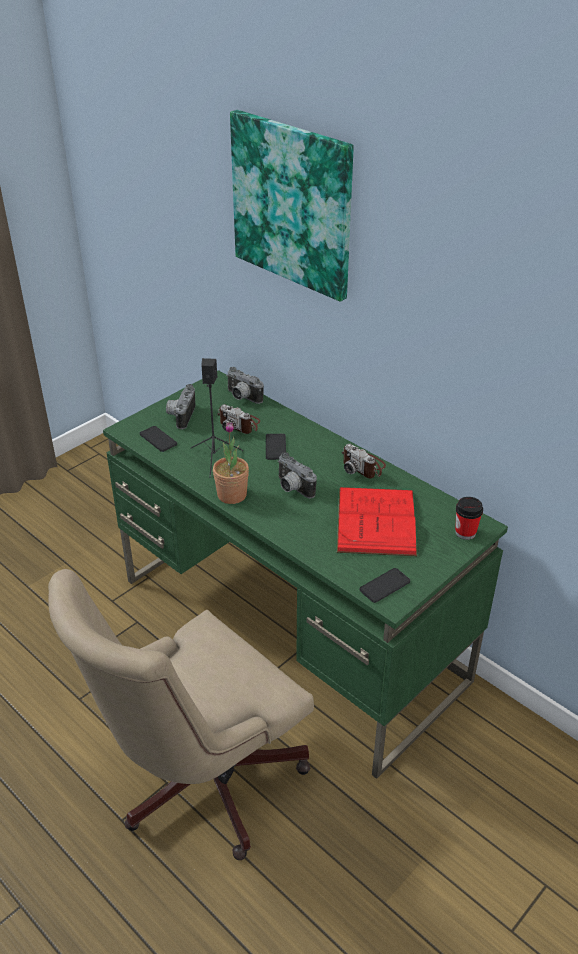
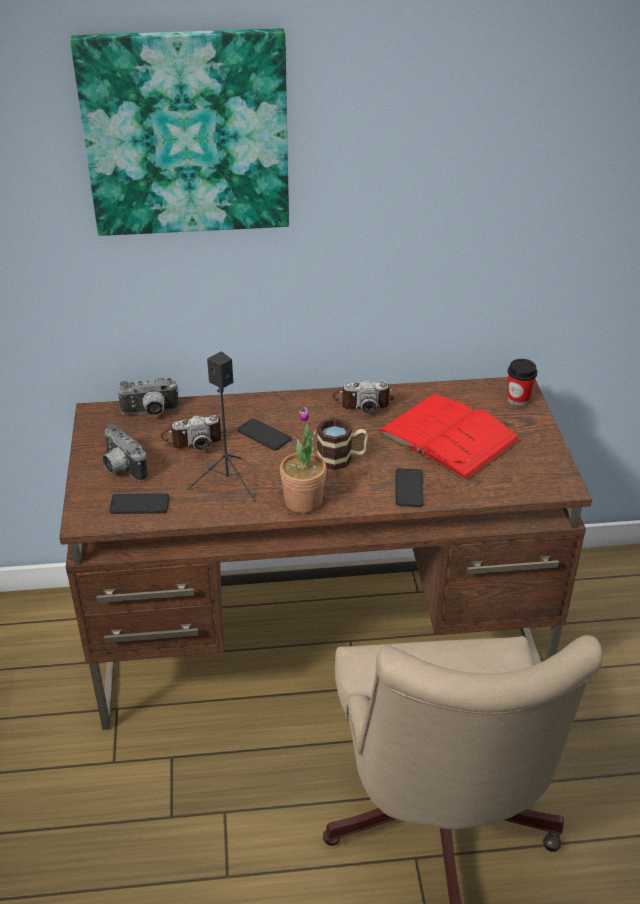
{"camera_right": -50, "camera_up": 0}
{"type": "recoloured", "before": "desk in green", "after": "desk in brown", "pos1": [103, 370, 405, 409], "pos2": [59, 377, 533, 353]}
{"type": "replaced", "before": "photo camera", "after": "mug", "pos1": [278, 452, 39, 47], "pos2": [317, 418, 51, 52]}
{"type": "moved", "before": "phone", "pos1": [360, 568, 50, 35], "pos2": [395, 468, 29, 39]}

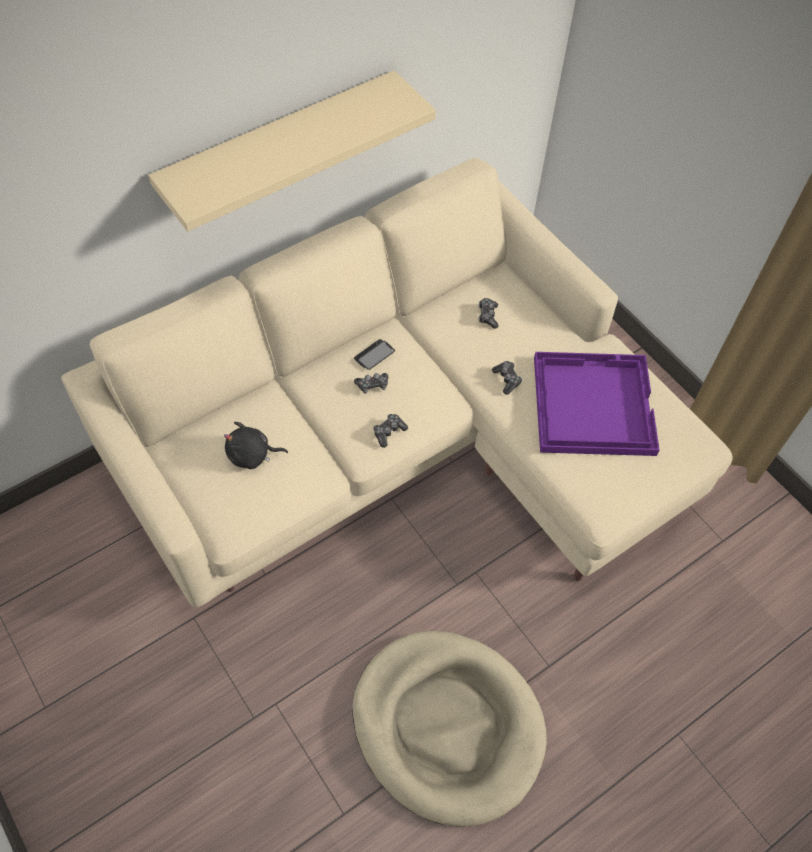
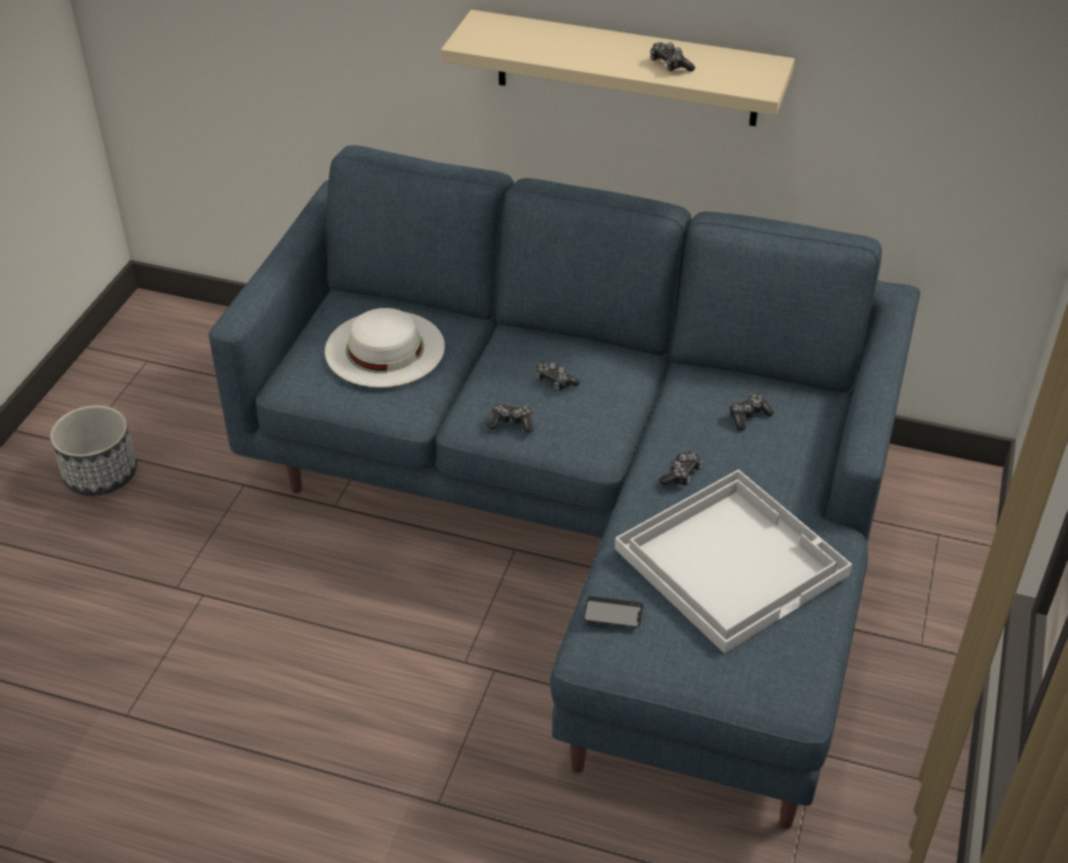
{"camera_right": 55, "camera_up": -15}
{"type": "added", "after": "planter", "pos2": [50, 405, 87, 91]}
{"type": "recoloured", "before": "sofa in beige", "after": "sofa in blue", "pos1": [61, 158, 672, 449], "pos2": [208, 145, 712, 684]}
{"type": "replaced", "before": "plush toy in black", "after": "hat in white", "pos1": [224, 422, 64, 47], "pos2": [325, 308, 120, 80]}
{"type": "moved", "before": "phone", "pos1": [354, 339, 41, 31], "pos2": [583, 596, 60, 32]}
{"type": "recoloured", "before": "tray in purple", "after": "tray in white", "pos1": [534, 352, 125, 104], "pos2": [615, 469, 237, 185]}
{"type": "added", "after": "game controller", "pos2": [650, 43, 45, 29]}
{"type": "removed", "before": "dog bed in beige", "pos1": [353, 631, 194, 196]}

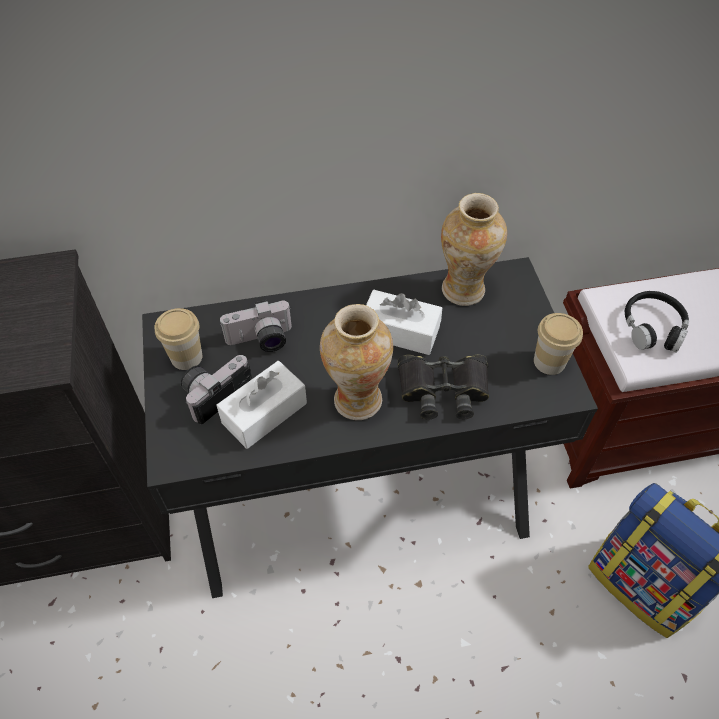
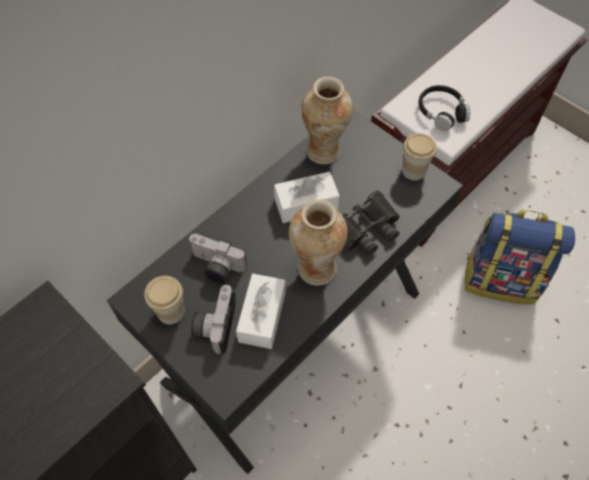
{"camera_right": -35, "camera_up": 5}
{"type": "turned", "before": "photo camera", "pos1": [220, 300, 72, 52], "pos2": [188, 234, 59, 49], "turn": 75}

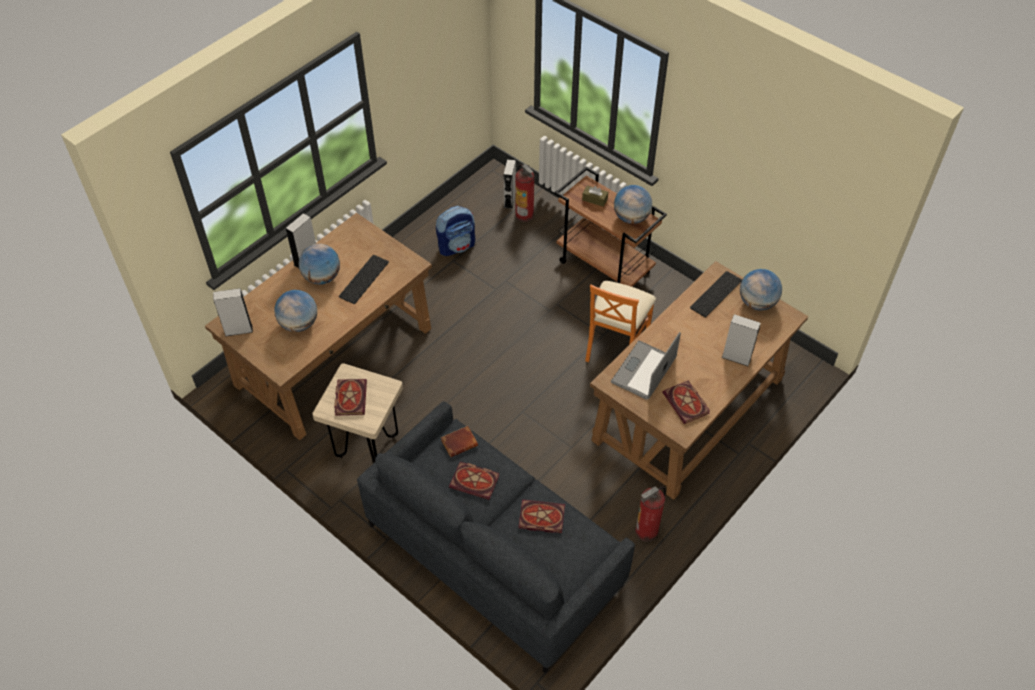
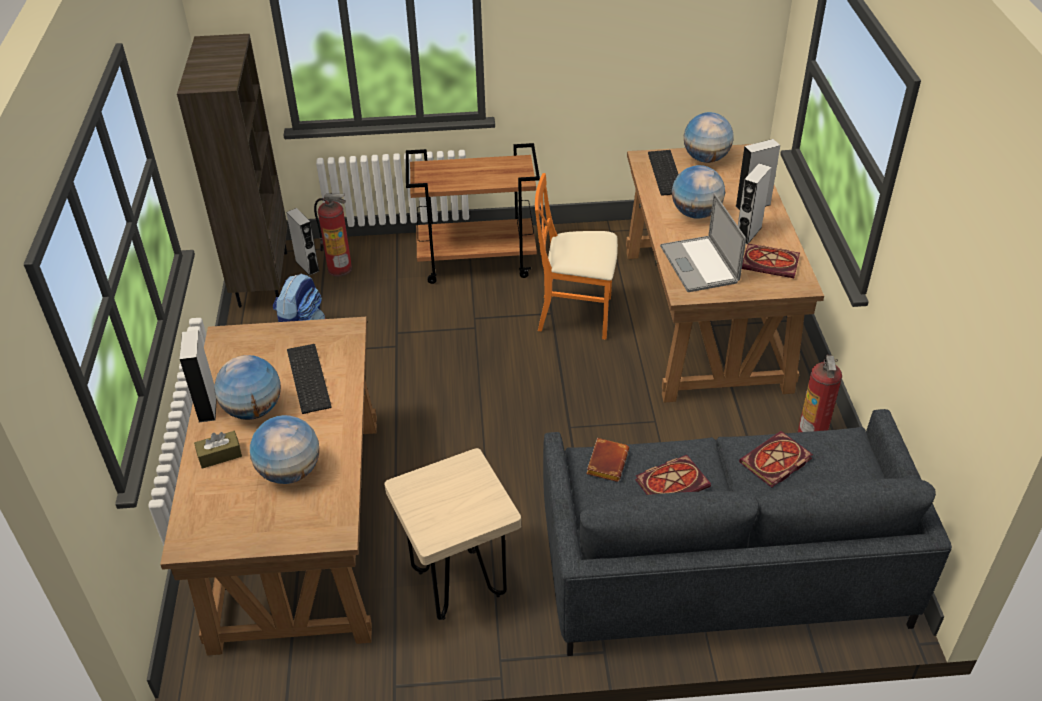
{"camera_right": -45, "camera_up": -10}
{"type": "added", "after": "bookcase in brown", "pos2": [177, 34, 111, 274]}
{"type": "moved", "before": "tissue box in brown", "pos1": [582, 186, 26, 21], "pos2": [194, 431, 48, 38]}
{"type": "turned", "before": "chair in orange", "pos1": [585, 281, 71, 81], "pos2": [535, 173, 83, 166], "turn": 120}
{"type": "moved", "before": "globe", "pos1": [614, 185, 38, 39], "pos2": [672, 165, 53, 54]}
{"type": "moved", "before": "speaker in grey", "pos1": [213, 288, 40, 49], "pos2": [738, 163, 33, 82]}
{"type": "removed", "before": "book", "pos1": [334, 379, 33, 37]}

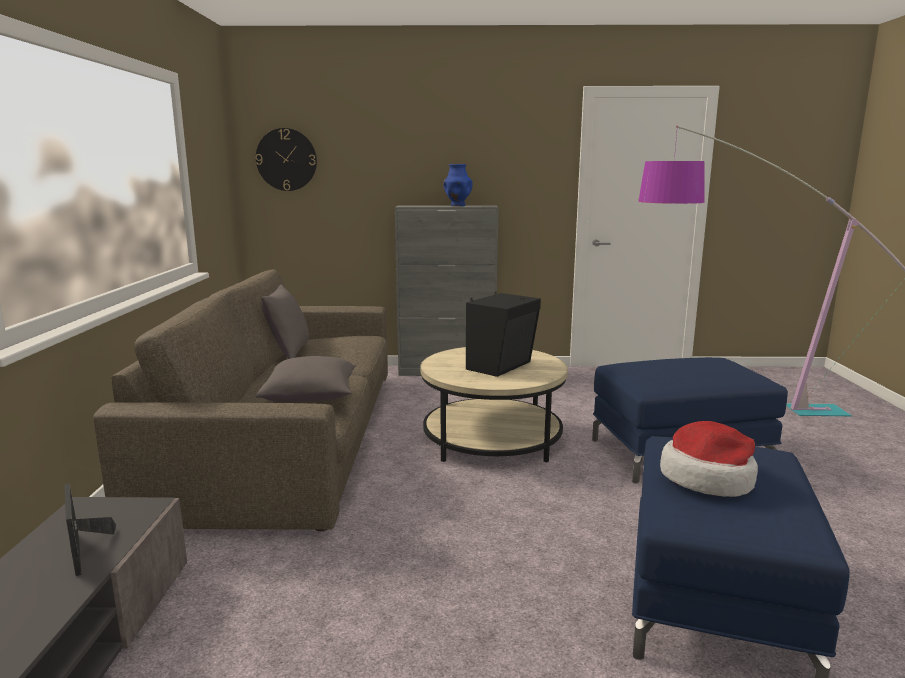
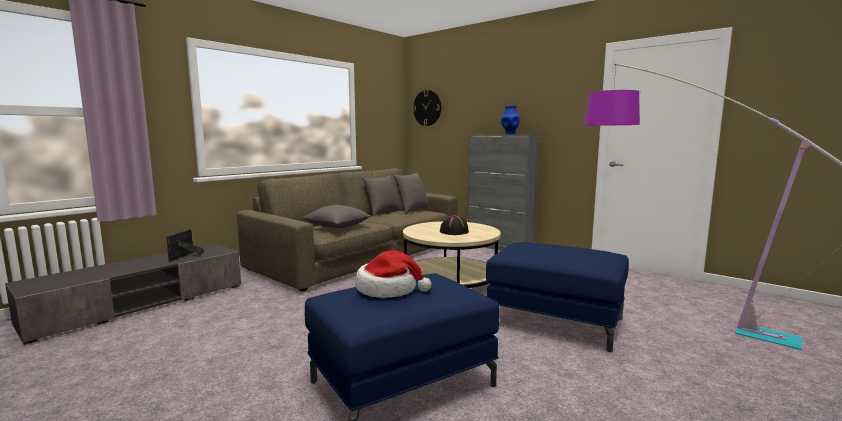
{"camera_right": 40, "camera_up": -5}
{"type": "added", "after": "pillow in grey", "pos2": [393, 172, 35, 42]}
{"type": "replaced", "before": "speaker in black", "after": "hat in black", "pos1": [466, 291, 75, 86], "pos2": [440, 215, 29, 20]}

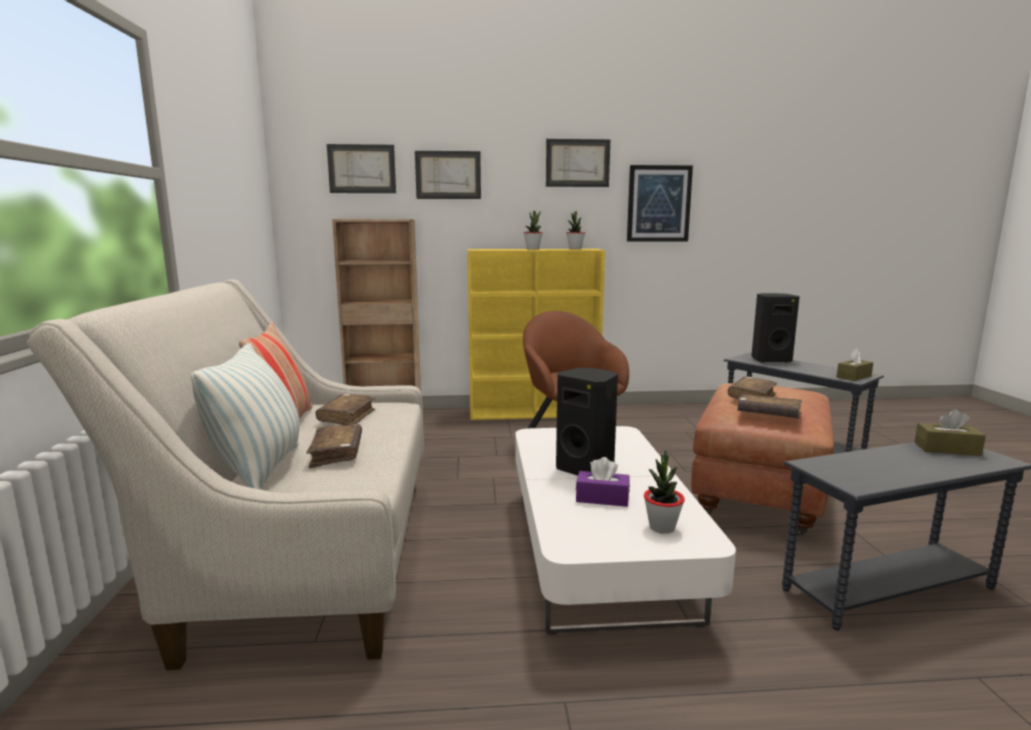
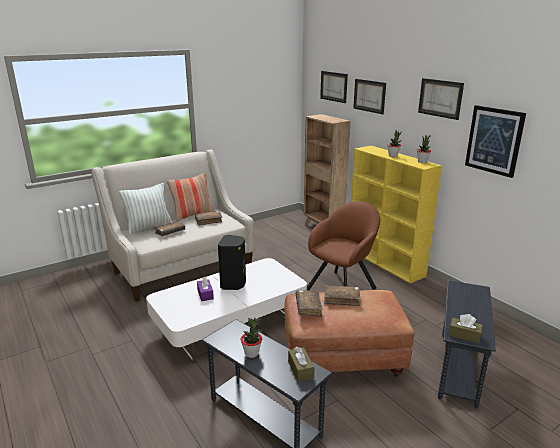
{"camera_right": 60, "camera_up": 10}
{"type": "moved", "before": "potted plant", "pos1": [644, 450, 41, 84], "pos2": [241, 317, 21, 41]}
{"type": "removed", "before": "speaker in black", "pos1": [751, 293, 49, 70]}

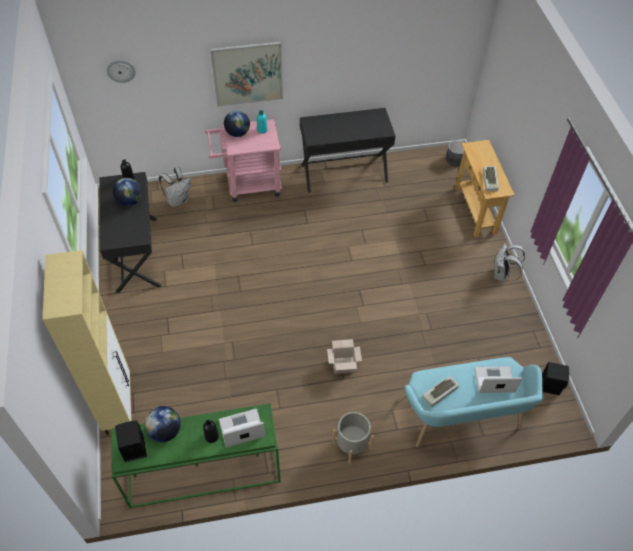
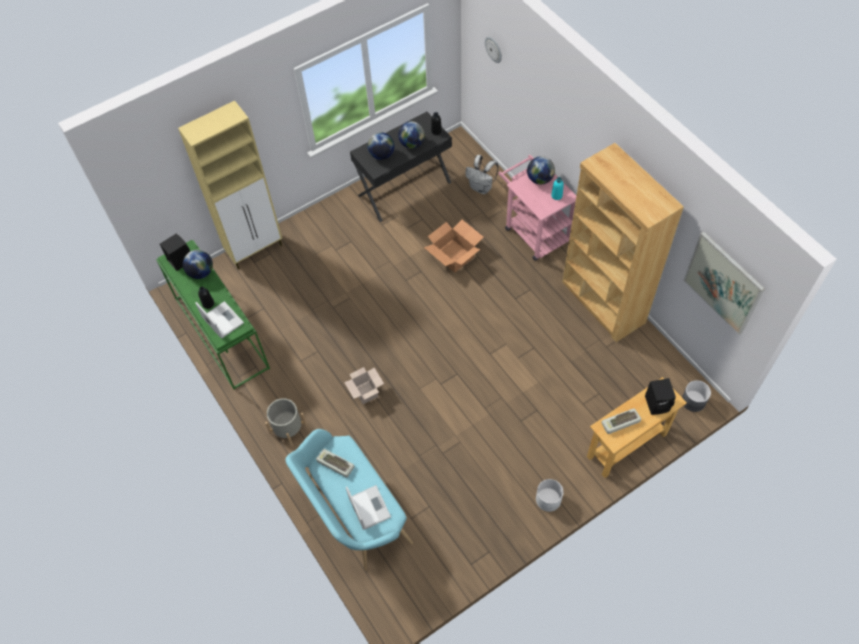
{"camera_right": 70, "camera_up": 5}
{"type": "added", "after": "globe", "pos2": [367, 132, 27, 28]}
{"type": "added", "after": "cardboard box", "pos2": [424, 220, 60, 53]}
{"type": "replaced", "before": "backpack in white", "after": "planter in white", "pos1": [494, 243, 31, 39], "pos2": [536, 479, 27, 33]}
{"type": "replaced", "before": "desk in black", "after": "bookcase in brown", "pos1": [300, 108, 96, 84], "pos2": [562, 143, 122, 199]}
{"type": "moved", "before": "speaker in black", "pos1": [542, 362, 27, 34], "pos2": [645, 378, 31, 37]}
{"type": "moved", "before": "picture", "pos1": [210, 41, 73, 66], "pos2": [684, 232, 81, 103]}

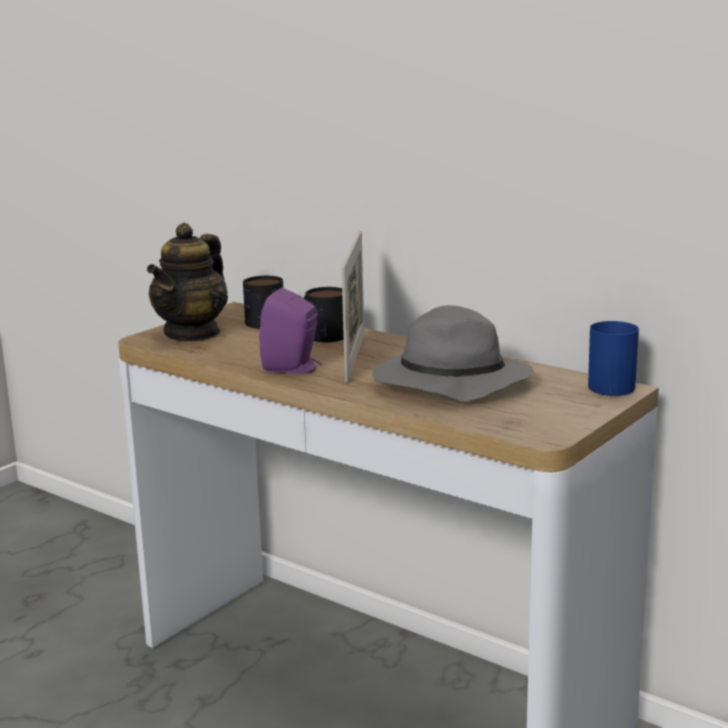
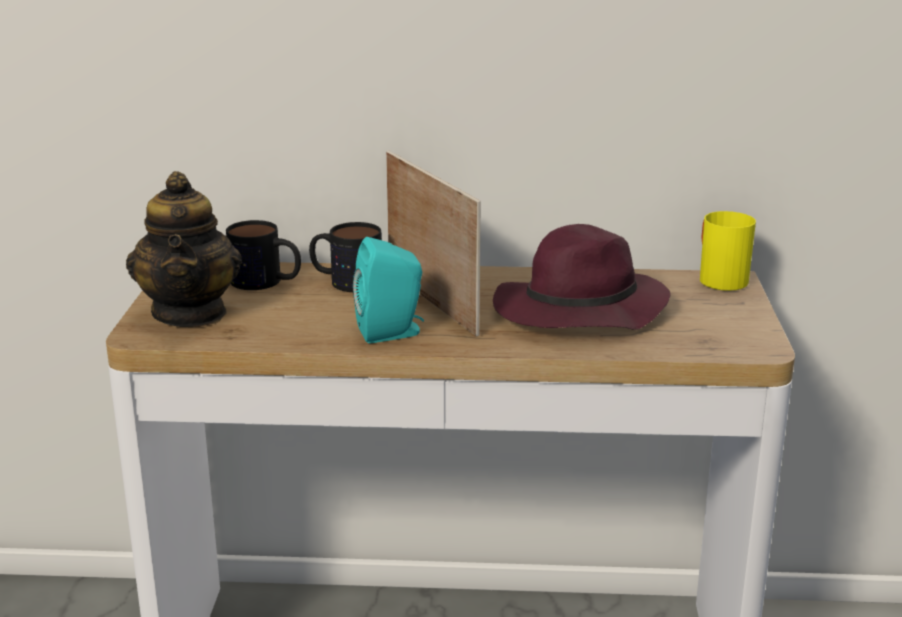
{"camera_right": -35, "camera_up": 5}
{"type": "recoloured", "before": "speaker in purple", "after": "speaker in turquoise", "pos1": [259, 288, 63, 86], "pos2": [353, 237, 71, 106]}
{"type": "recoloured", "before": "hat in grey", "after": "hat in purple", "pos1": [372, 305, 161, 96], "pos2": [493, 224, 178, 106]}
{"type": "recoloured", "before": "mug in blue", "after": "mug in yellow", "pos1": [588, 321, 51, 75], "pos2": [700, 211, 56, 80]}

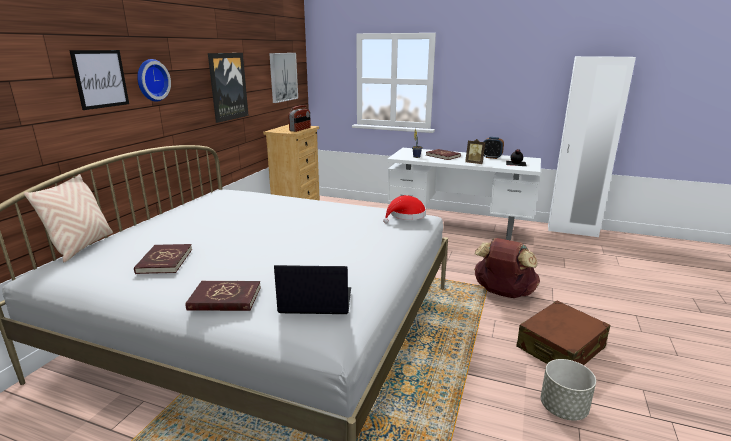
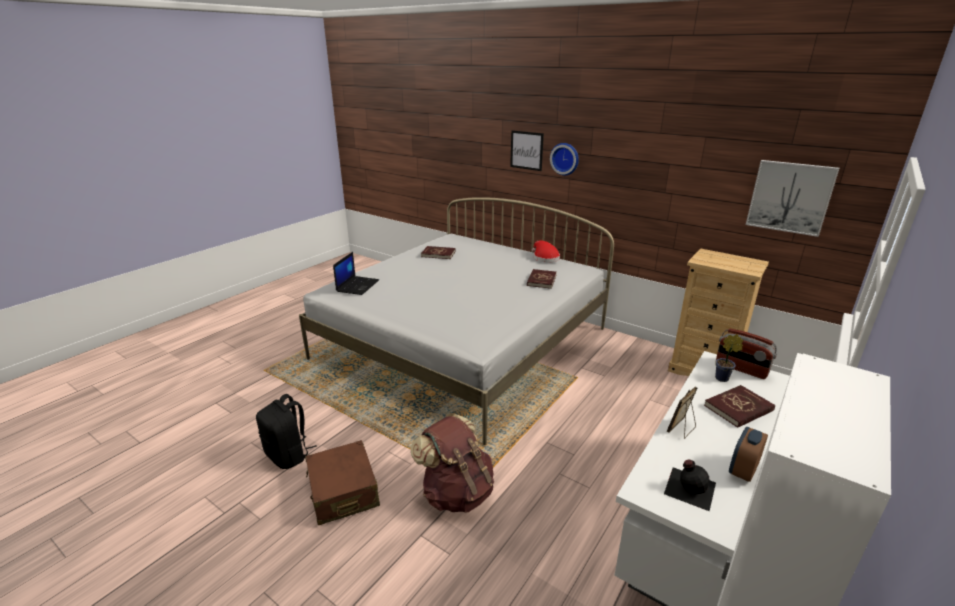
{"camera_right": 105, "camera_up": 5}
{"type": "replaced", "before": "planter in grey", "after": "backpack in black", "pos1": [541, 359, 55, 62], "pos2": [256, 394, 61, 75]}
{"type": "moved", "before": "book in red", "pos1": [185, 281, 76, 30], "pos2": [527, 269, 29, 20]}
{"type": "moved", "before": "hat in red", "pos1": [383, 195, 43, 28], "pos2": [532, 240, 28, 23]}
{"type": "moved", "before": "radio", "pos1": [288, 105, 23, 27], "pos2": [716, 329, 61, 50]}
{"type": "removed", "before": "pillow in beige", "pos1": [24, 174, 89, 88]}
{"type": "removed", "before": "picture", "pos1": [208, 53, 41, 70]}

